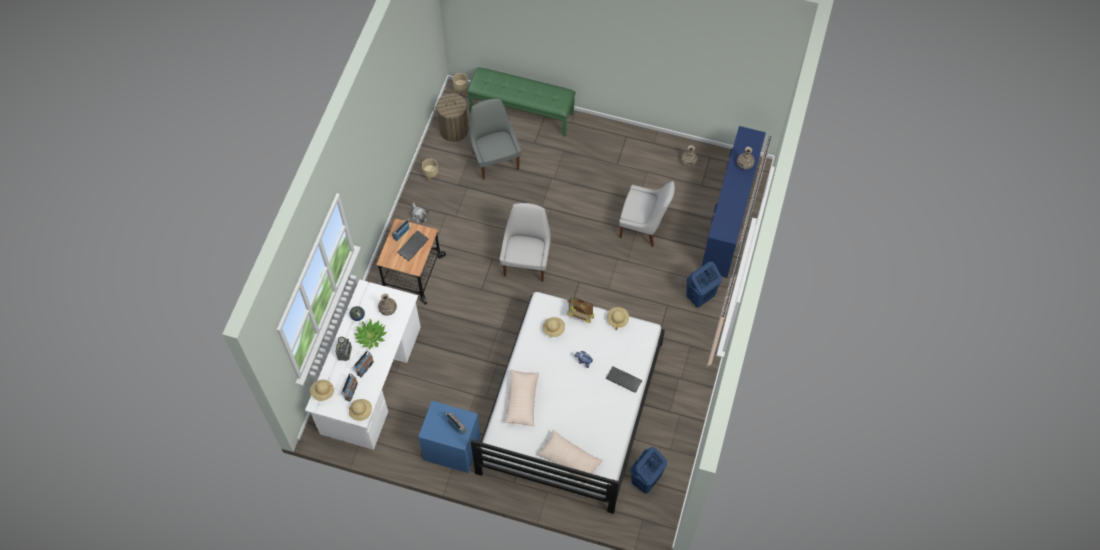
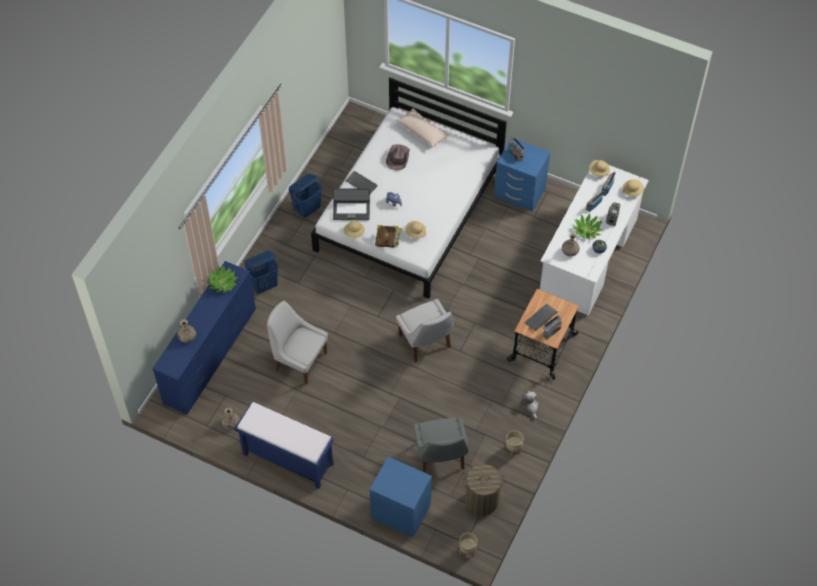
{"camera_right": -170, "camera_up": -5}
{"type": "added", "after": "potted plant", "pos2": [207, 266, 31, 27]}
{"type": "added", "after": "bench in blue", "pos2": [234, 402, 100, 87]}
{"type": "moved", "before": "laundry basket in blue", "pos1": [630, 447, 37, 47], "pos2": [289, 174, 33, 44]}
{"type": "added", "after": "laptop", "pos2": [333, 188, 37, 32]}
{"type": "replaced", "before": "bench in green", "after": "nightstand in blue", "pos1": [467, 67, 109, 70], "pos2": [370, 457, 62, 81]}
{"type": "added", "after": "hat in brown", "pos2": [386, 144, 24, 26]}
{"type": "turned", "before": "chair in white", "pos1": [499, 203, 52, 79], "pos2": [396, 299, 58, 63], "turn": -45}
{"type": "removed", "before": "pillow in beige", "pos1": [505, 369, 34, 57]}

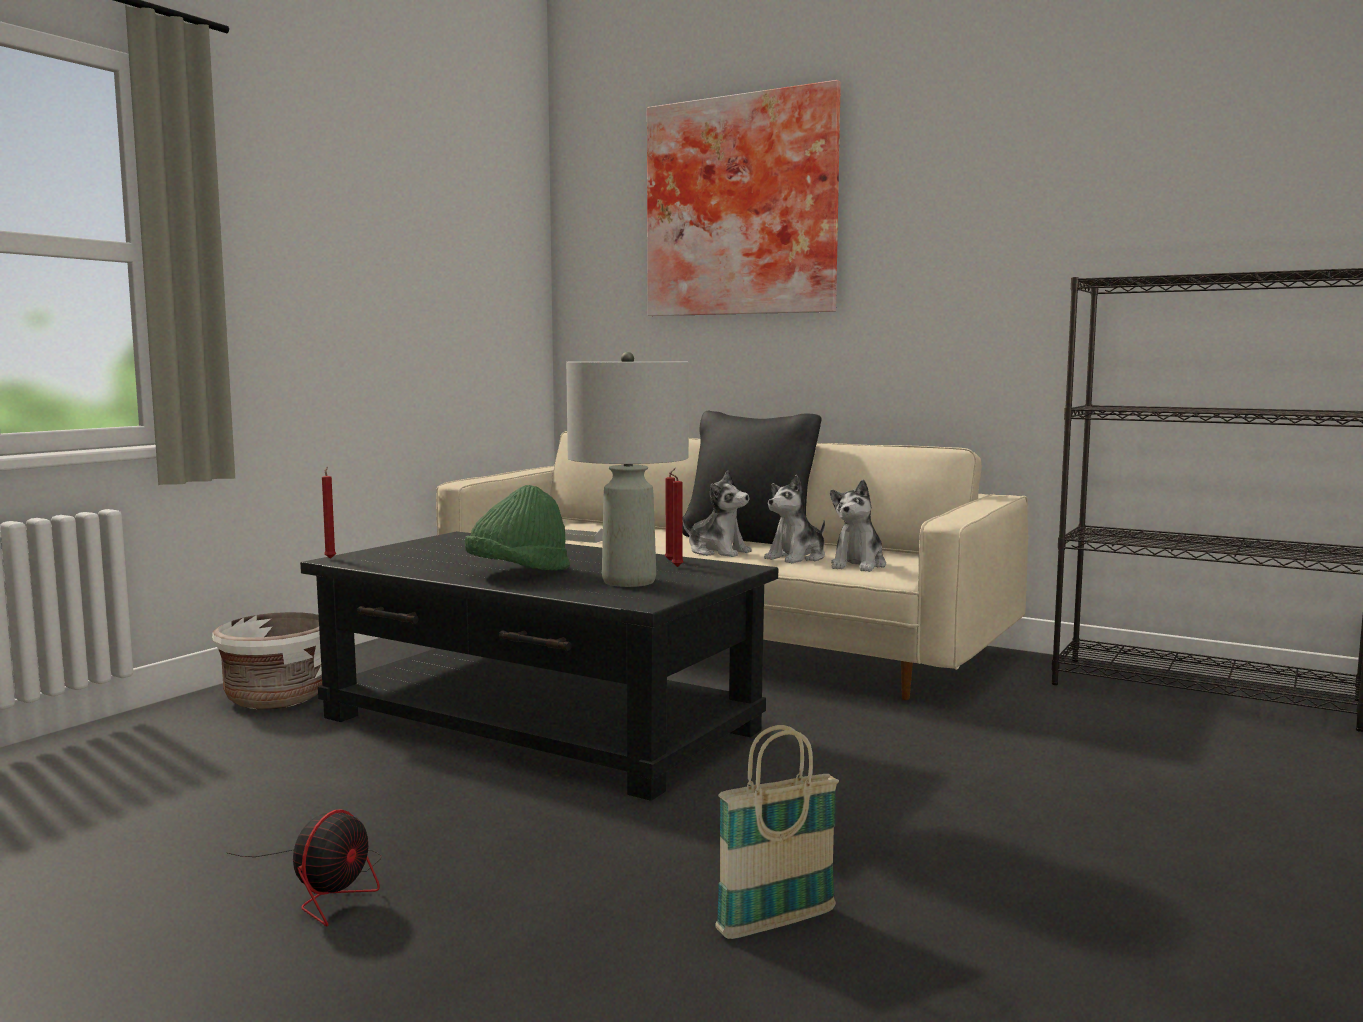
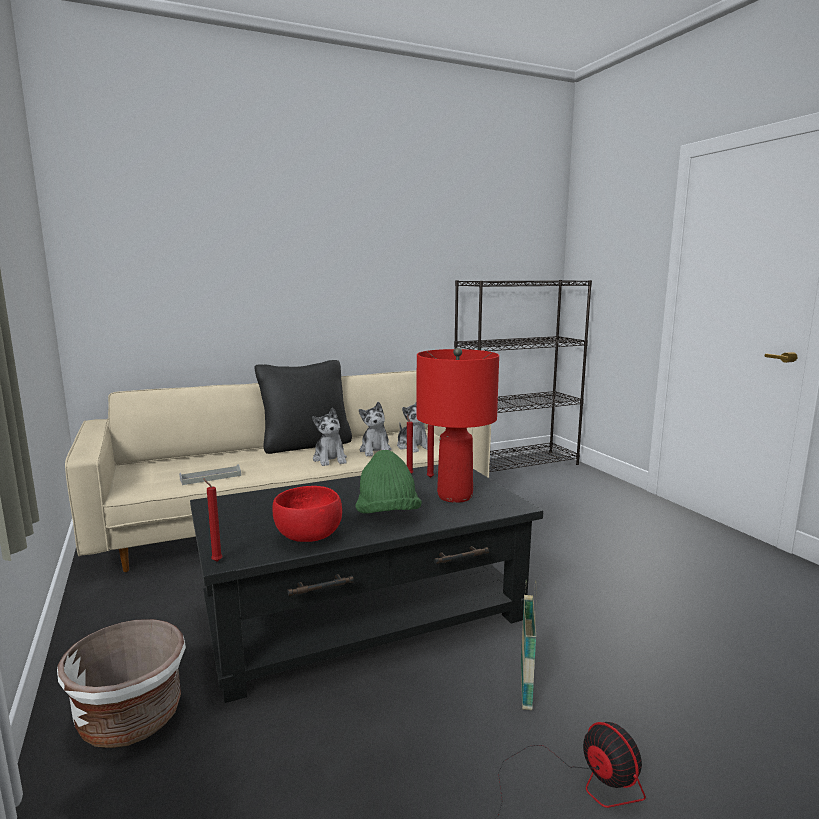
{"camera_right": -55, "camera_up": 5}
{"type": "added", "after": "bowl in red", "pos2": [272, 486, 70, 56]}
{"type": "turned", "before": "plush toy", "pos1": [683, 470, 69, 87], "pos2": [312, 408, 35, 58], "turn": 90}
{"type": "recoloured", "before": "table lamp in grey", "after": "table lamp in red", "pos1": [566, 352, 123, 235], "pos2": [416, 348, 83, 155]}
{"type": "moved", "before": "basket", "pos1": [715, 725, 124, 214], "pos2": [521, 580, 16, 130]}
{"type": "removed", "before": "picture", "pos1": [647, 80, 194, 236]}

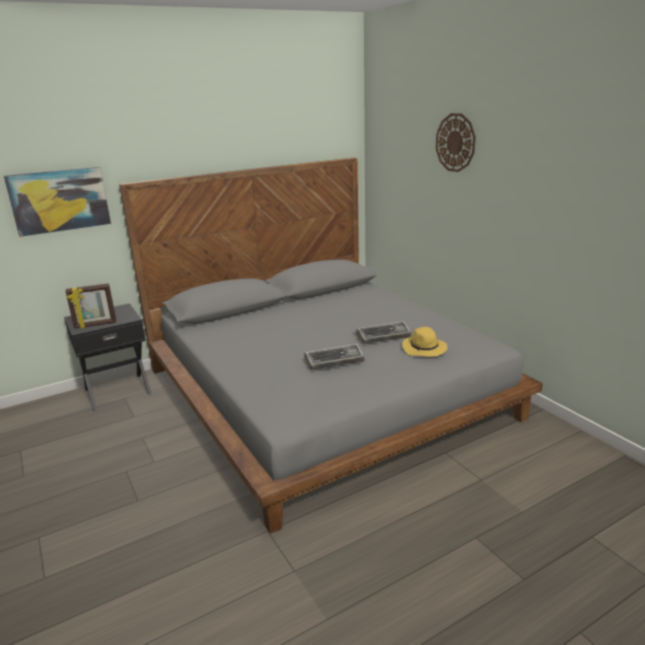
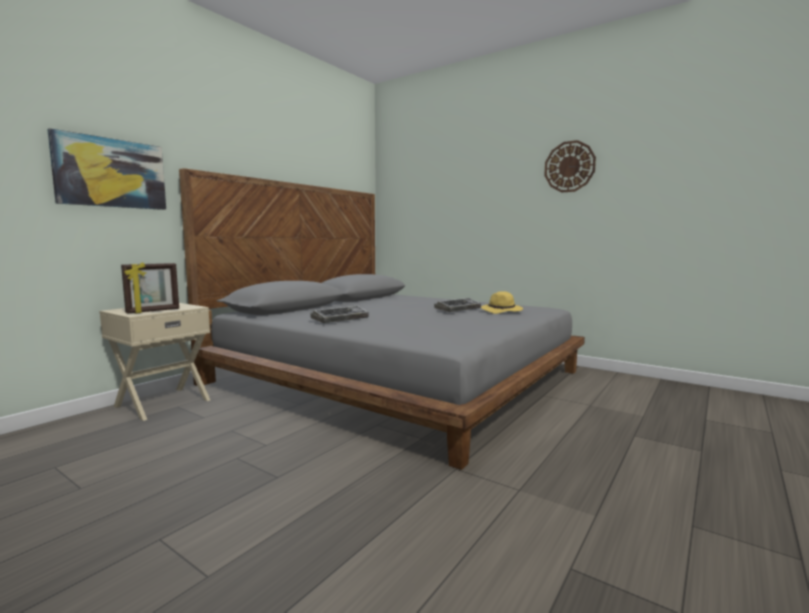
{"camera_right": -25, "camera_up": -15}
{"type": "recoloured", "before": "nightstand in black", "after": "nightstand in beige", "pos1": [64, 303, 88, 108], "pos2": [99, 303, 111, 118]}
{"type": "moved", "before": "keyboard", "pos1": [304, 344, 61, 26], "pos2": [310, 306, 59, 17]}
{"type": "moved", "before": "wall clock", "pos1": [436, 113, 40, 59], "pos2": [544, 140, 52, 52]}

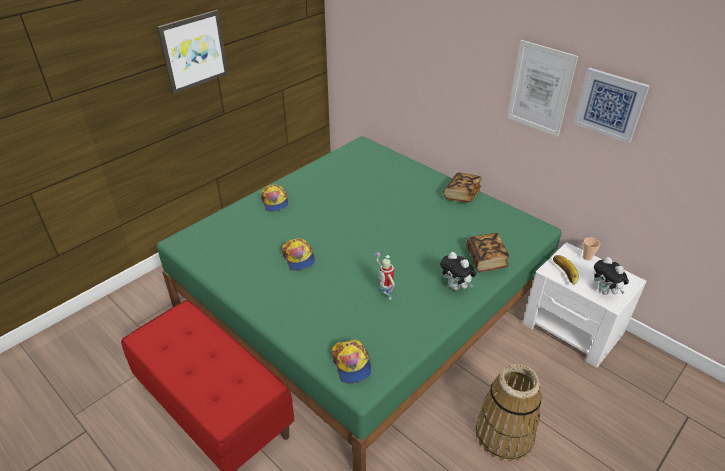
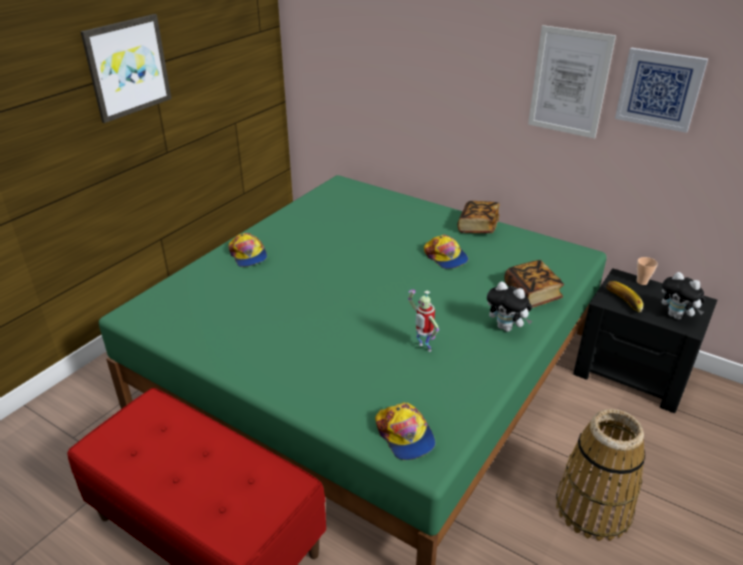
{"camera_right": -10, "camera_up": -5}
{"type": "moved", "before": "cap", "pos1": [282, 238, 33, 33], "pos2": [424, 235, 45, 34]}
{"type": "recoloured", "before": "nightstand in white", "after": "nightstand in black", "pos1": [522, 242, 125, 126], "pos2": [573, 268, 144, 145]}

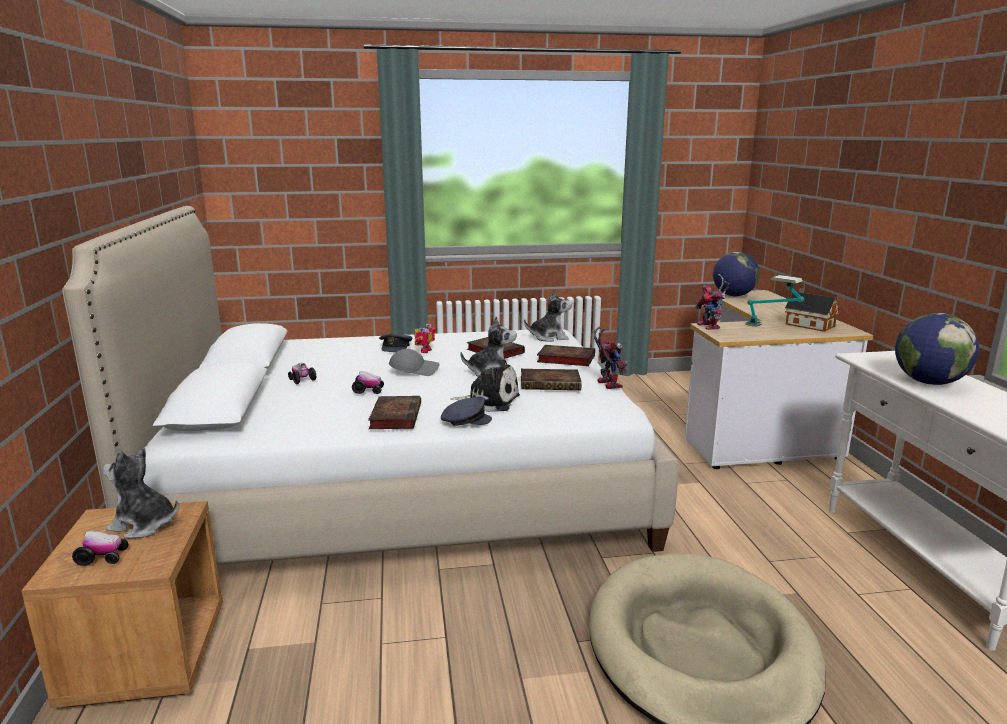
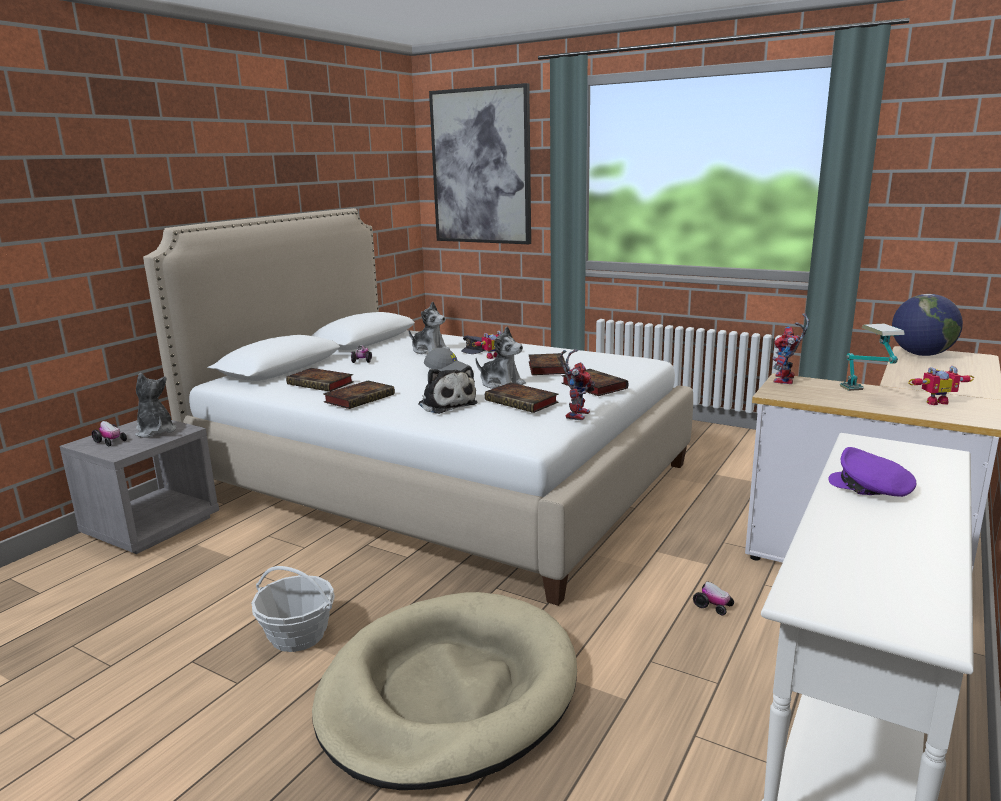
{"camera_right": 40, "camera_up": 0}
{"type": "recoloured", "before": "nightstand in brown", "after": "nightstand in grey", "pos1": [21, 501, 202, 207], "pos2": [60, 420, 159, 134]}
{"type": "added", "after": "basket", "pos2": [251, 566, 84, 86]}
{"type": "added", "after": "book", "pos2": [286, 368, 68, 24]}
{"type": "moved", "before": "plush toy", "pos1": [524, 289, 48, 53], "pos2": [408, 302, 42, 52]}
{"type": "added", "after": "picture", "pos2": [429, 83, 102, 161]}
{"type": "moved", "before": "toy car", "pos1": [352, 371, 32, 23], "pos2": [693, 581, 41, 34]}
{"type": "replaced", "before": "globe", "after": "cap in purple", "pos1": [895, 313, 84, 72], "pos2": [828, 447, 88, 50]}
{"type": "replaced", "before": "toy house", "after": "toy robot", "pos1": [785, 288, 55, 44], "pos2": [909, 366, 65, 39]}
{"type": "removed", "before": "cap in grey", "pos1": [441, 396, 51, 30]}

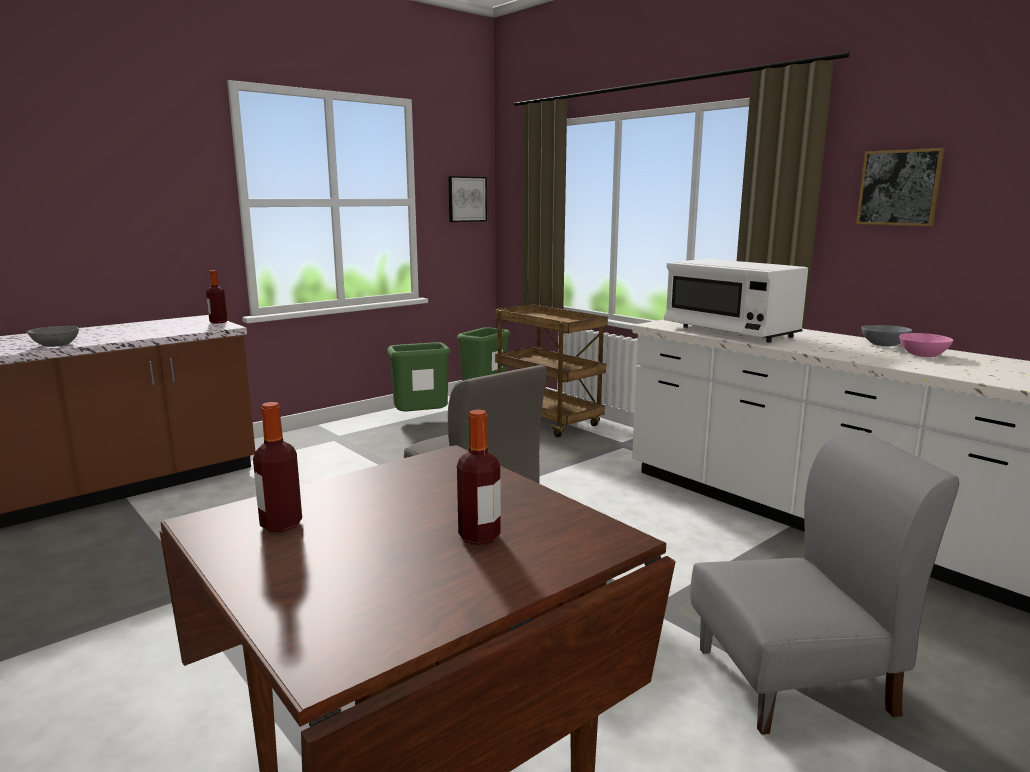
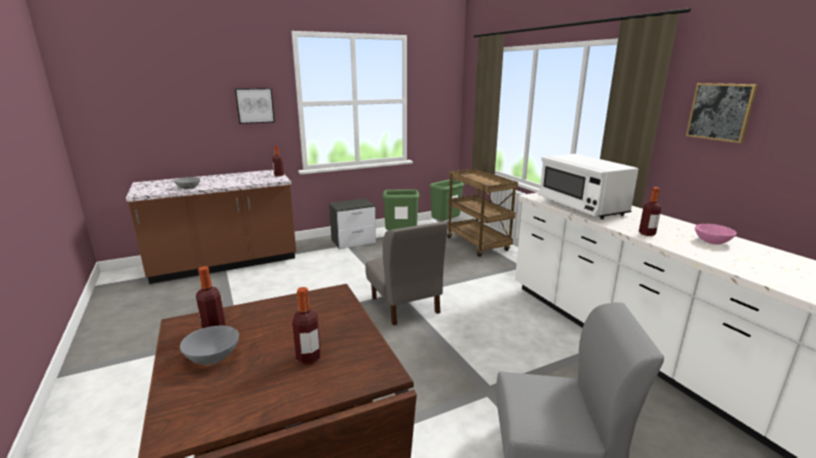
{"camera_right": 15, "camera_up": 5}
{"type": "moved", "before": "bowl in grey", "pos1": [861, 325, 51, 21], "pos2": [180, 326, 59, 39]}
{"type": "moved", "before": "picture", "pos1": [448, 176, 39, 46], "pos2": [235, 88, 40, 36]}
{"type": "added", "after": "nightstand", "pos2": [329, 198, 47, 51]}
{"type": "added", "after": "bottle", "pos2": [639, 187, 22, 49]}

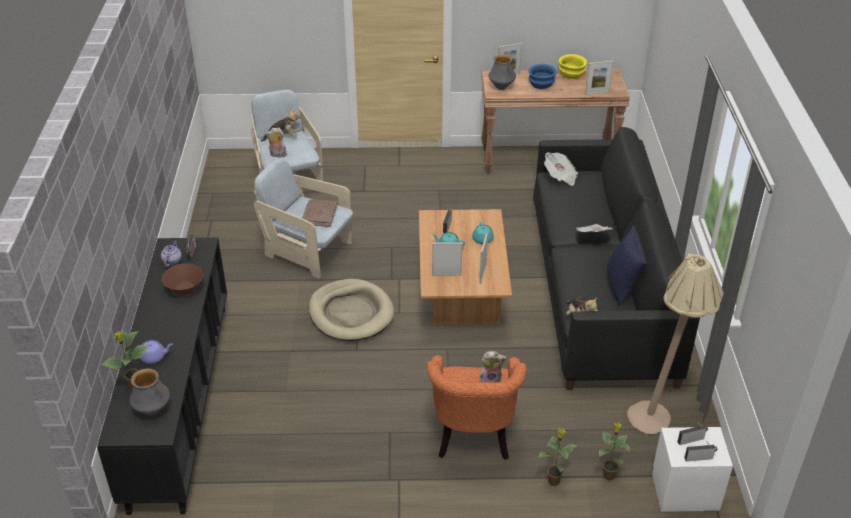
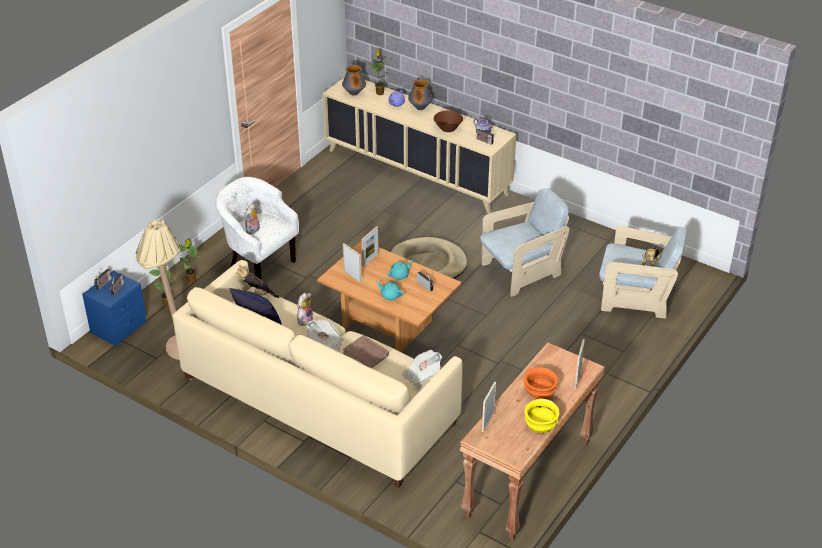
{"camera_right": 125, "camera_up": 0}
{"type": "recoloured", "before": "nightstand in white", "after": "nightstand in blue", "pos1": [652, 427, 81, 85], "pos2": [82, 271, 64, 75]}
{"type": "recoloured", "before": "sofa in black", "after": "sofa in beige", "pos1": [533, 127, 167, 263], "pos2": [173, 260, 290, 228]}
{"type": "recoloured", "before": "armchair in orange", "after": "armchair in white", "pos1": [426, 355, 101, 105], "pos2": [215, 177, 84, 103]}
{"type": "moved", "before": "plush toy", "pos1": [265, 127, 22, 31], "pos2": [297, 293, 16, 33]}
{"type": "recoloured", "before": "cabinet in black", "after": "cabinet in beige", "pos1": [97, 238, 130, 277], "pos2": [322, 77, 194, 136]}
{"type": "moved", "before": "book in brown", "pos1": [302, 199, 35, 28], "pos2": [343, 335, 46, 33]}
{"type": "moved", "before": "vase", "pos1": [489, 55, 27, 35], "pos2": [408, 79, 25, 31]}
{"type": "recoloured", "before": "bowl in blue", "after": "bowl in orange", "pos1": [528, 64, 29, 25], "pos2": [524, 367, 34, 32]}

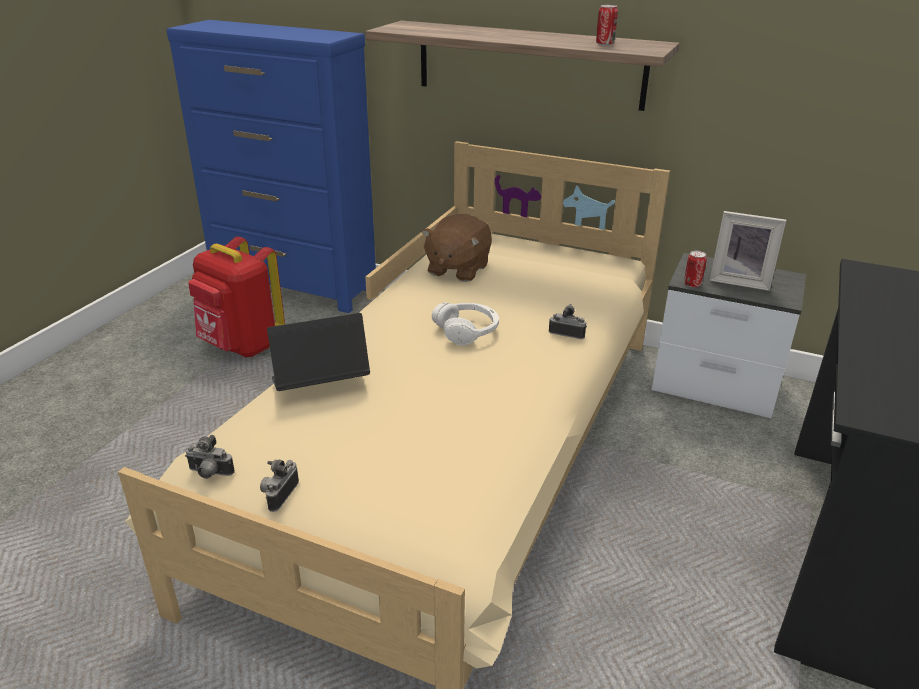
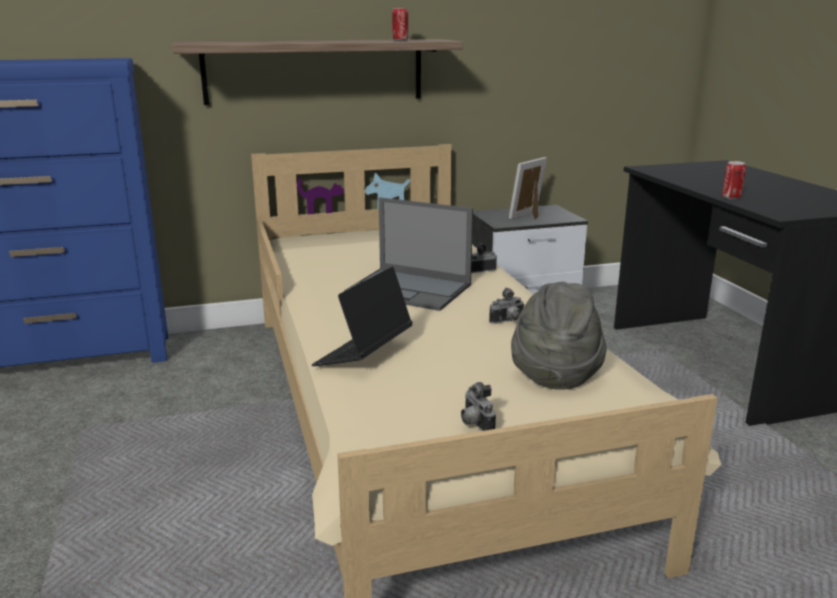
{"camera_right": -40, "camera_up": -10}
{"type": "replaced", "before": "headphones in white", "after": "laptop", "pos1": [432, 302, 67, 43], "pos2": [344, 197, 129, 114]}
{"type": "moved", "before": "photo camera", "pos1": [185, 435, 50, 44], "pos2": [489, 288, 36, 36]}
{"type": "turned", "before": "picture frame", "pos1": [710, 211, 76, 80], "pos2": [509, 157, 38, 62], "turn": 150}
{"type": "added", "after": "hat in grey", "pos2": [511, 282, 95, 108]}
{"type": "moved", "before": "can", "pos1": [684, 251, 23, 37], "pos2": [722, 161, 24, 38]}
{"type": "removed", "before": "backpack in red", "pos1": [188, 236, 97, 121]}
{"type": "removed", "before": "plush toy in brown", "pos1": [421, 214, 71, 68]}

